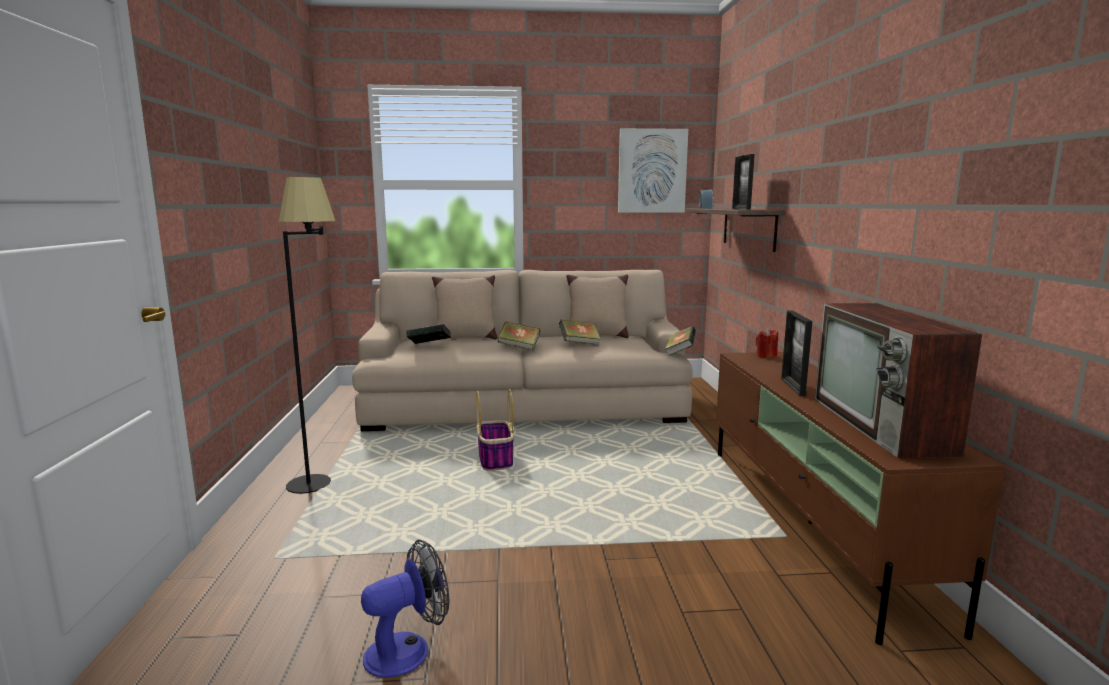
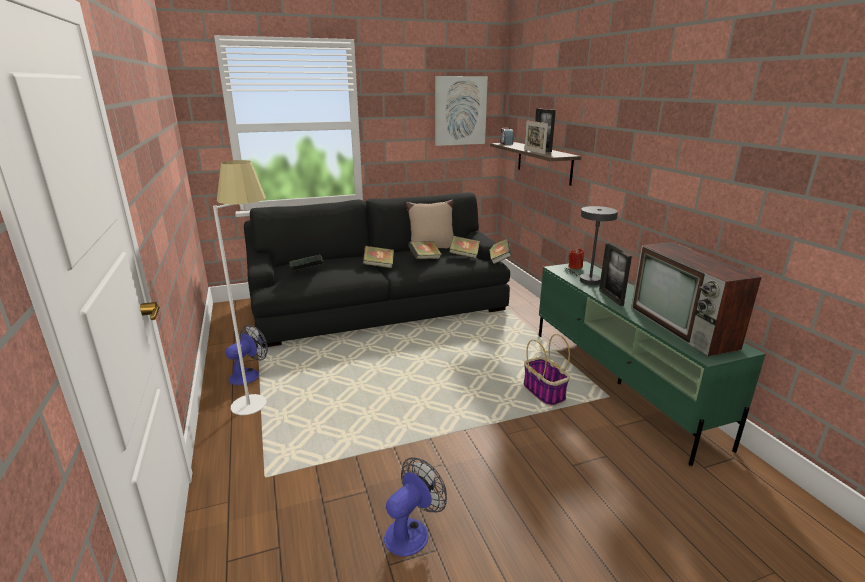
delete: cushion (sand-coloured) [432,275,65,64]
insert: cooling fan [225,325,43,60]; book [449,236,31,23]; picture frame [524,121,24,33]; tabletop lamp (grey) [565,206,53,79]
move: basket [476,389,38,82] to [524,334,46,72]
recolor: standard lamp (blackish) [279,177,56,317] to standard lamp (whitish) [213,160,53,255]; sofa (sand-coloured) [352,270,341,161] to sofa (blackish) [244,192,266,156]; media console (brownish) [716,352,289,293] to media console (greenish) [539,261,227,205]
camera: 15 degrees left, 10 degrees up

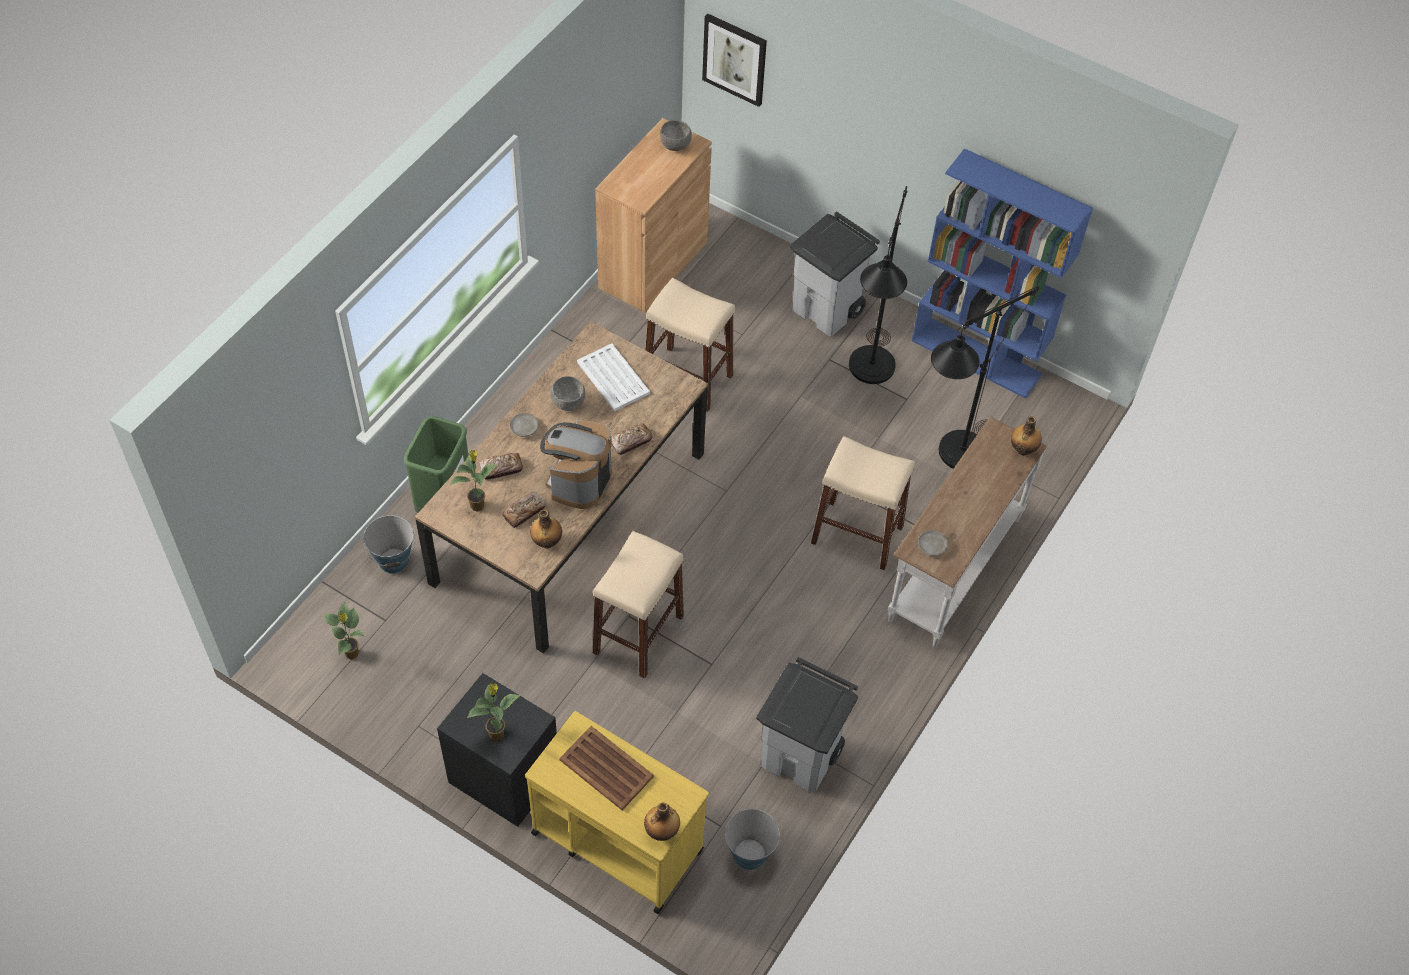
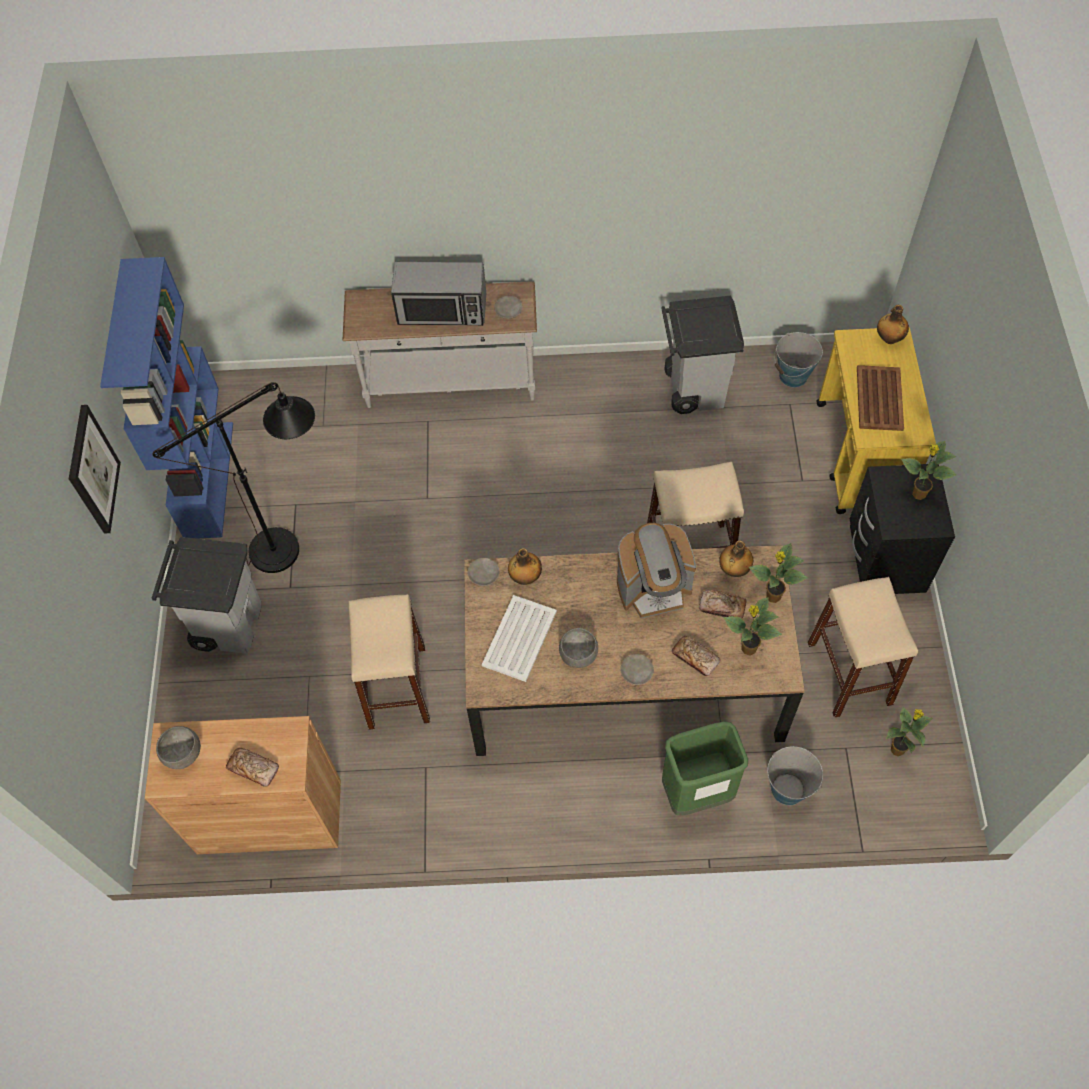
delete: standard lamp (blackish) [931,286,108,183]
insert: microwave oven [391,262,95,64]; dinner plate (sand-coloured) [467,558,32,28]; potted plant [749,543,59,60]
move: bread [611,424,42,31] to [226,748,53,39]; wall art [702,13,65,94] to [69,405,52,128]; stool seat (sand-coloured) [811,436,104,134] to [808,577,110,141]; drink bottle [1011,416,31,39] to [508,548,34,37]
camera: 120 degrees left, 5 degrees up

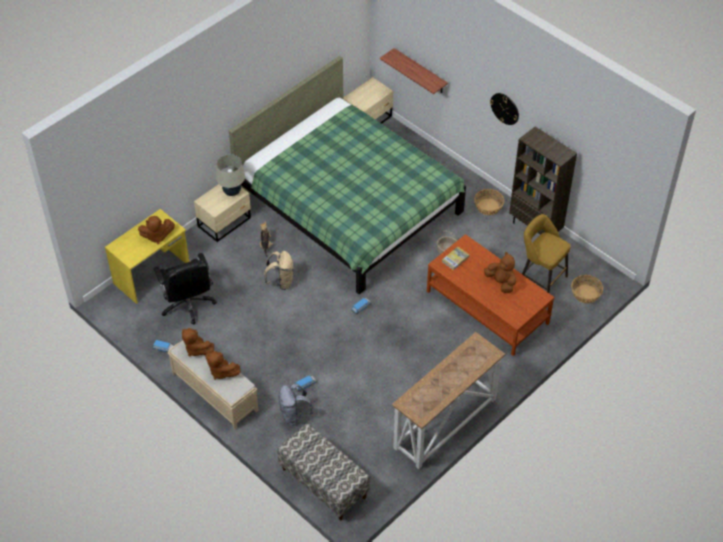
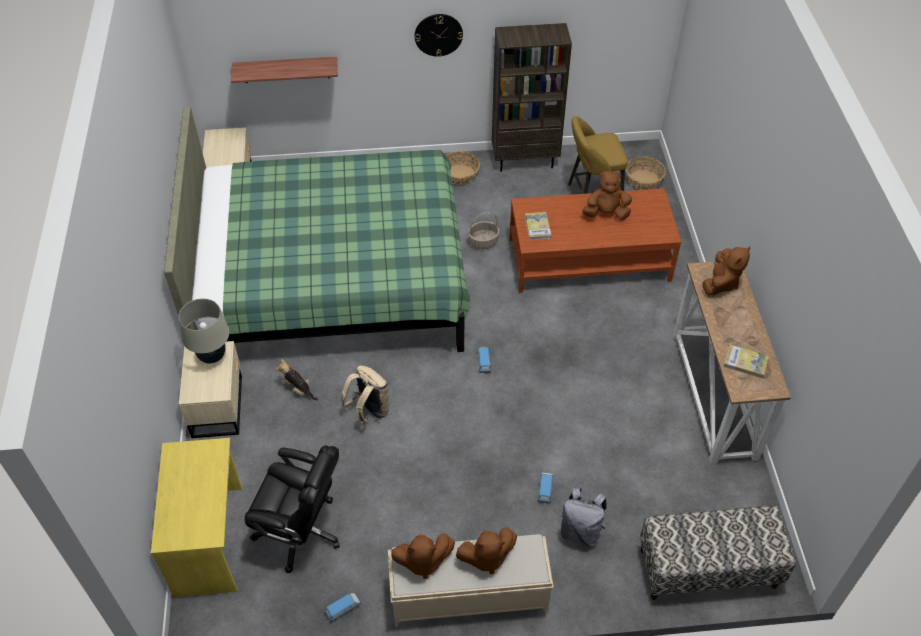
insert: book [724,345,45,33]
move: plush toy (brownish) [138,216,37,28] to [703,246,47,49]
camera: 50 degrees left, 0 degrees up

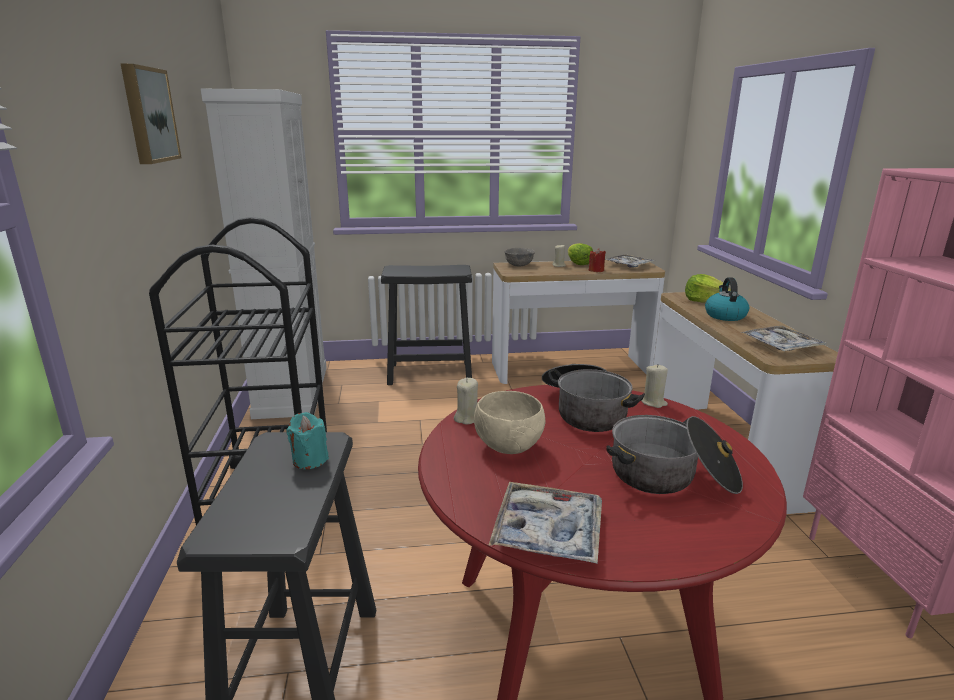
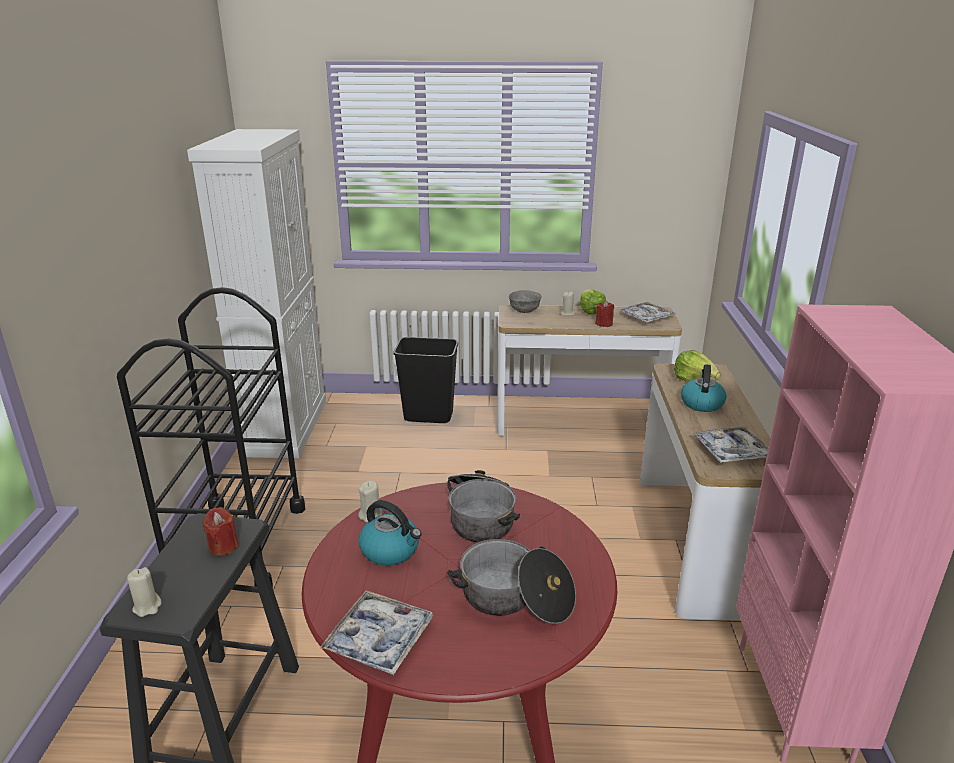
delete: wall art [121,64,60,100]
move: wax candle (sand-coloured) [641,364,27,44] to [127,567,35,50]
replace: stool seat (blackish) [381,265,91,120] to trash can (blackish) [394,337,64,86]; serving bowl (sand-coloured) [474,391,71,63] to kettle [359,500,63,66]
recolor: wax candle (turquoise-coloured) [286,412,43,57] to wax candle (red-coloured) [202,507,37,49]
camera: 10 degrees right, 5 degrees up

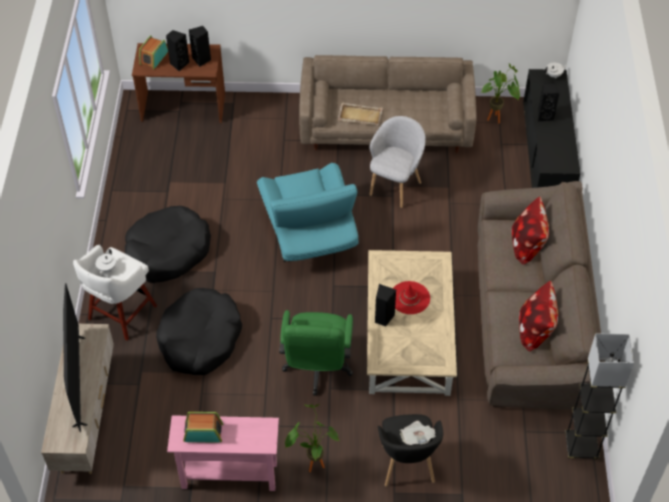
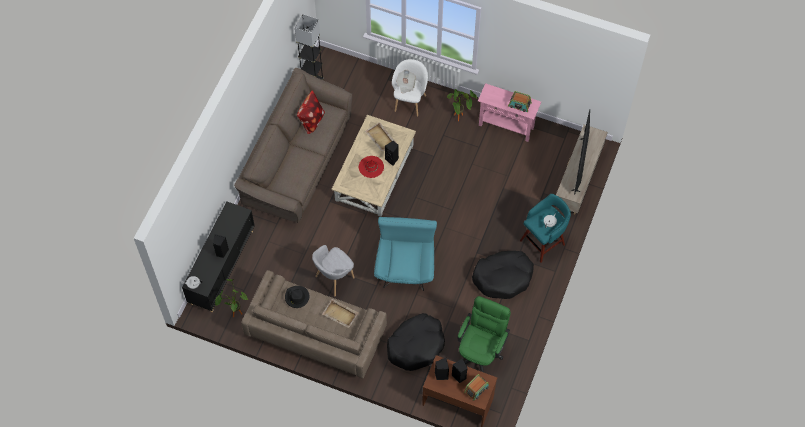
delete: cushion [512,196,37,69]
insert: clothing hat (blackish) [285,286,24,22]; serving tray (sand-coloured) [365,122,31,29]
move: dog cushion (blackish) [156,288,86,87] to [387,313,58,58]; computer chair (greenish) [279,310,74,86] to [457,296,54,76]
recolor: stool seat (whitish) [73,245,84,95] to stool seat (turquoise-coloured) [520,194,51,69]; armchair (blackish) [378,414,65,73] to armchair (whitish) [392,59,36,58]
camera: 160 degrees left, 10 degrees up

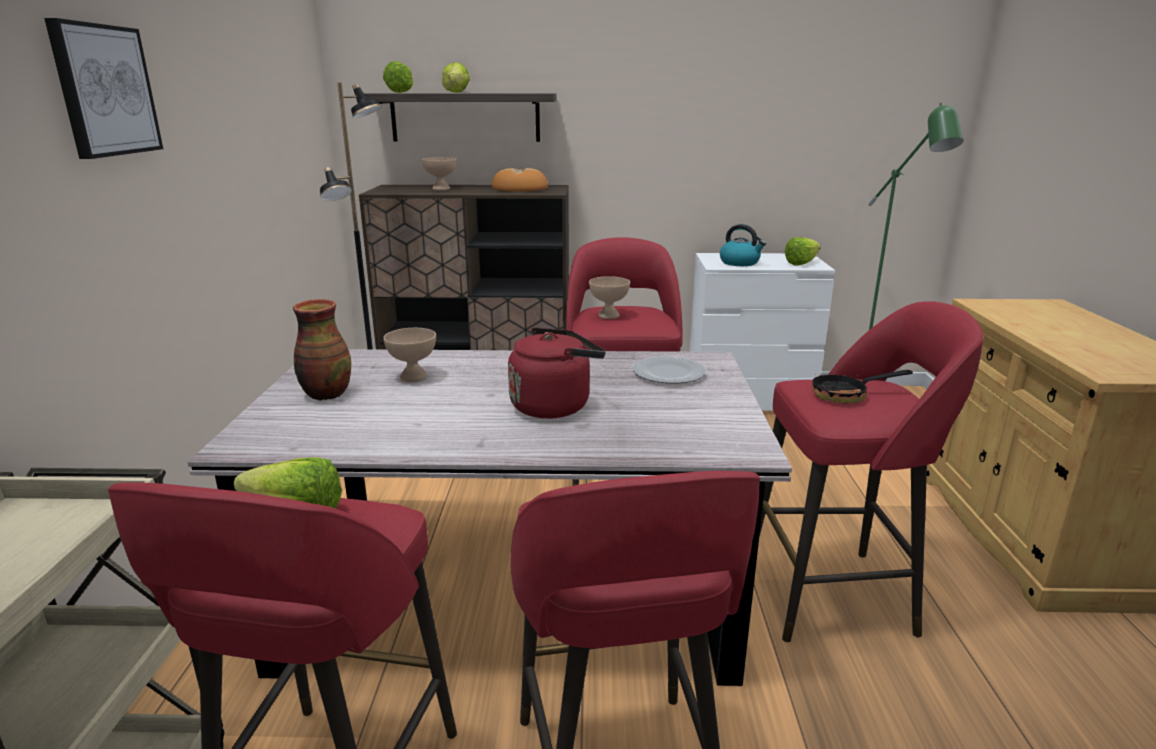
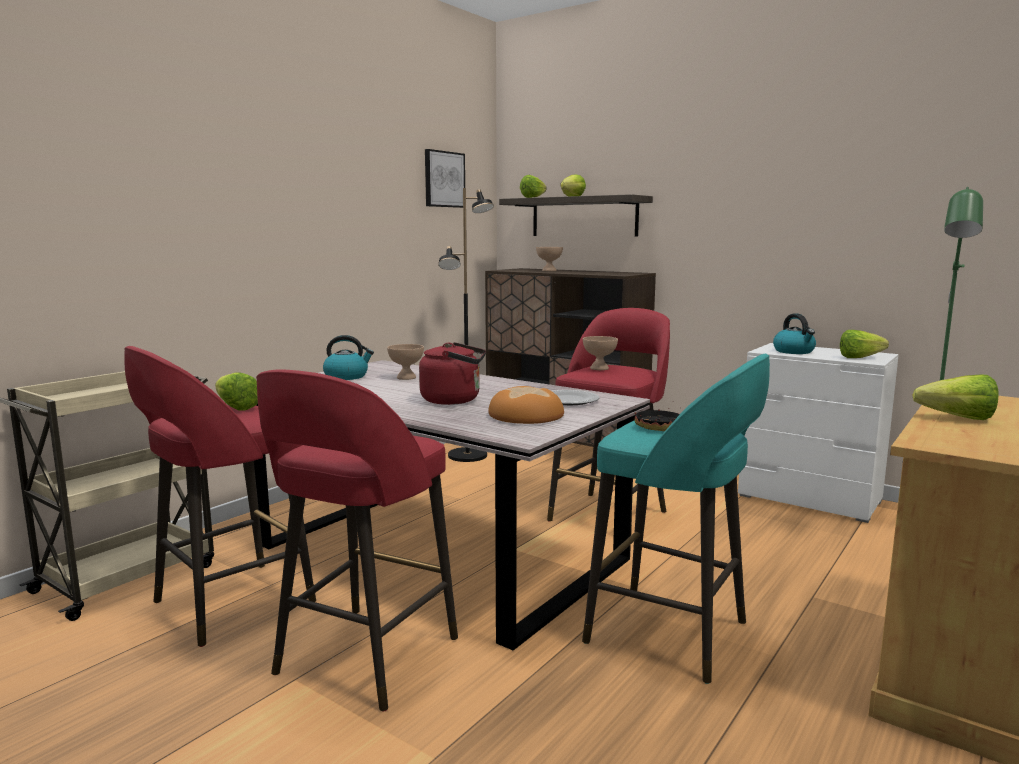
insert: lettuce [913,374,85,46]
move: wall art [44,18,119,141] to [425,149,40,59]; bread [492,168,56,24] to [488,386,76,38]
replace: vase [293,299,58,101] to kettle [323,335,51,45]
recolor: stool seat (red-coloured) [759,301,224,341] to stool seat (turquoise-coloured) [582,354,188,330]
camera: 35 degrees right, 10 degrees down

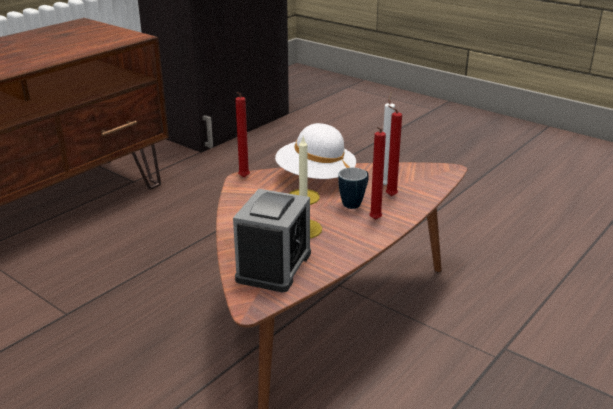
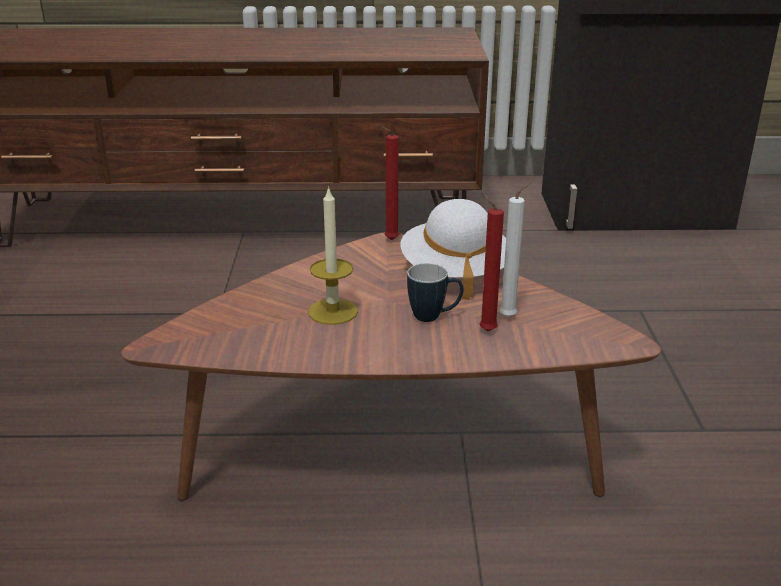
delete: alarm clock [233,189,78,103]; wax candle (red-coloured) [369,127,17,93]
camera: 50 degrees right, 0 degrees up

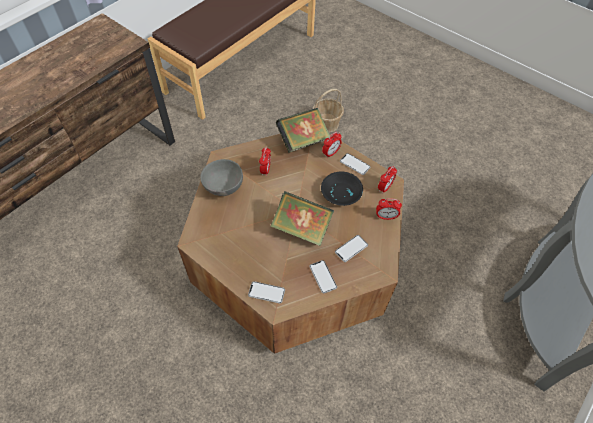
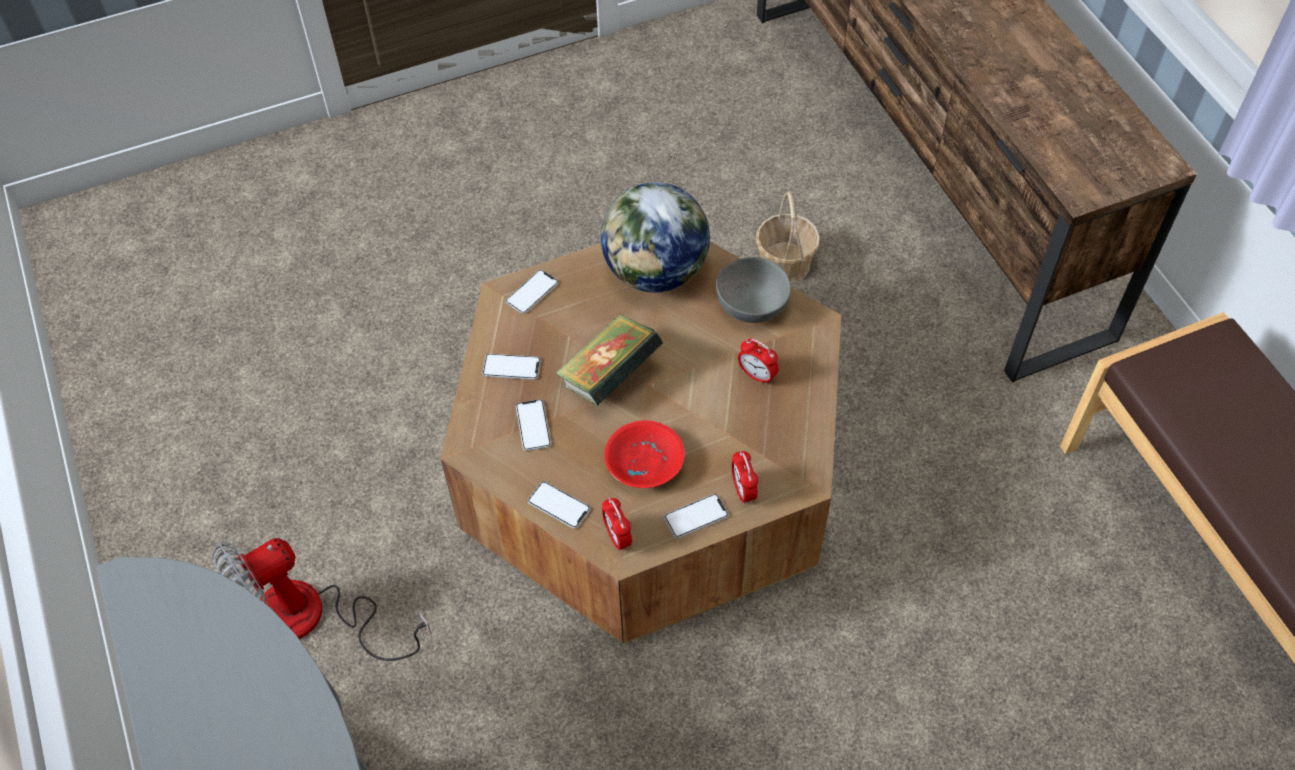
delete: book [276,108,54,45]
insert: cooling fan [211,538,220,123]; globe [601,182,109,111]
move: basket [313,89,31,44] to [756,191,64,93]
replace: alarm clock [376,198,26,22] to handset [528,481,62,48]
recolor: serving bowl (blackish) [321,171,42,35] to serving bowl (red-coloured) [604,420,81,68]
camera: 120 degrees right, 0 degrees up

